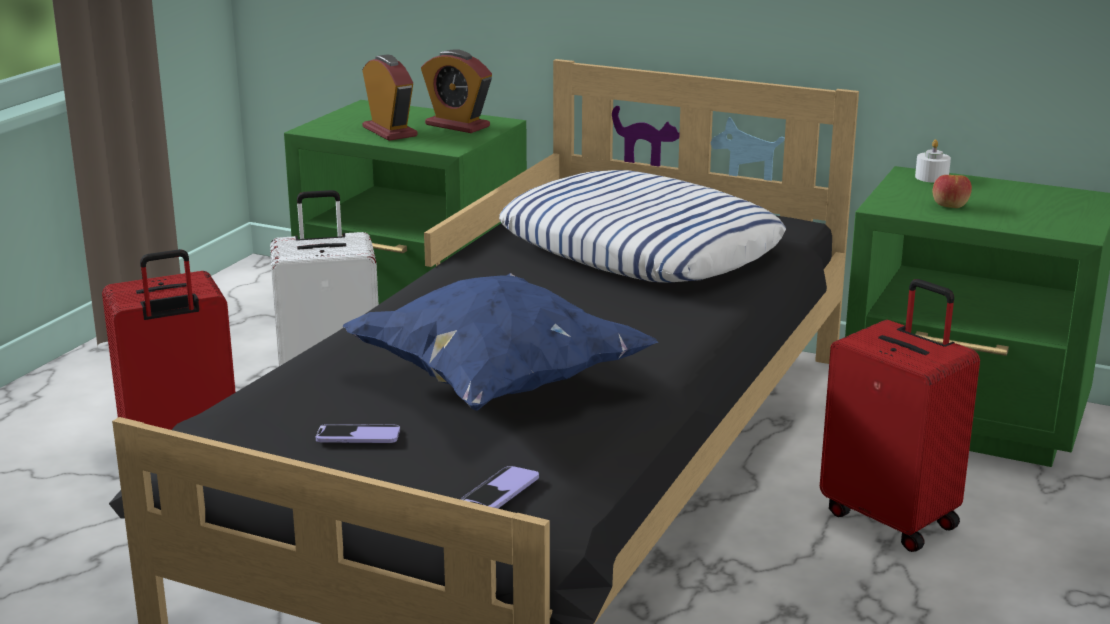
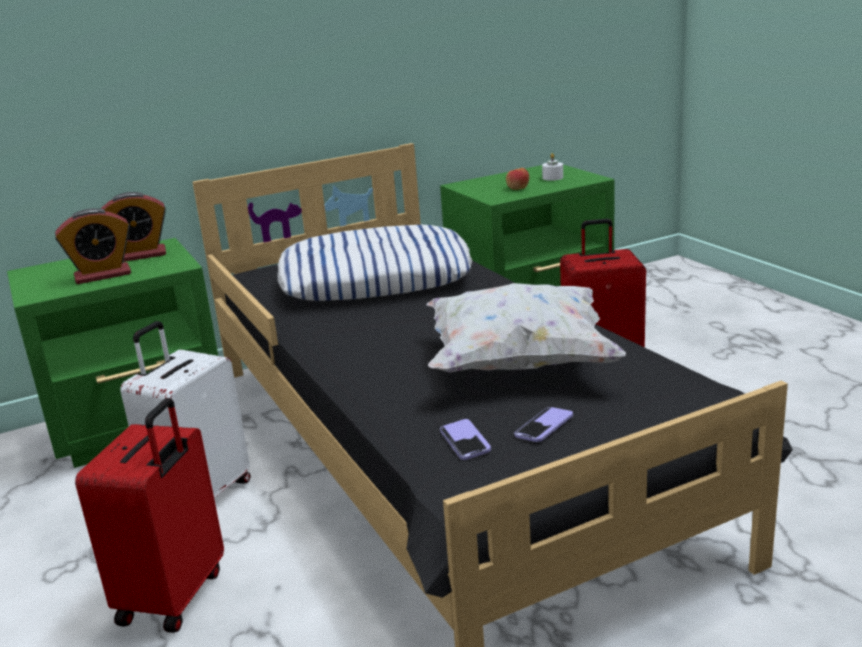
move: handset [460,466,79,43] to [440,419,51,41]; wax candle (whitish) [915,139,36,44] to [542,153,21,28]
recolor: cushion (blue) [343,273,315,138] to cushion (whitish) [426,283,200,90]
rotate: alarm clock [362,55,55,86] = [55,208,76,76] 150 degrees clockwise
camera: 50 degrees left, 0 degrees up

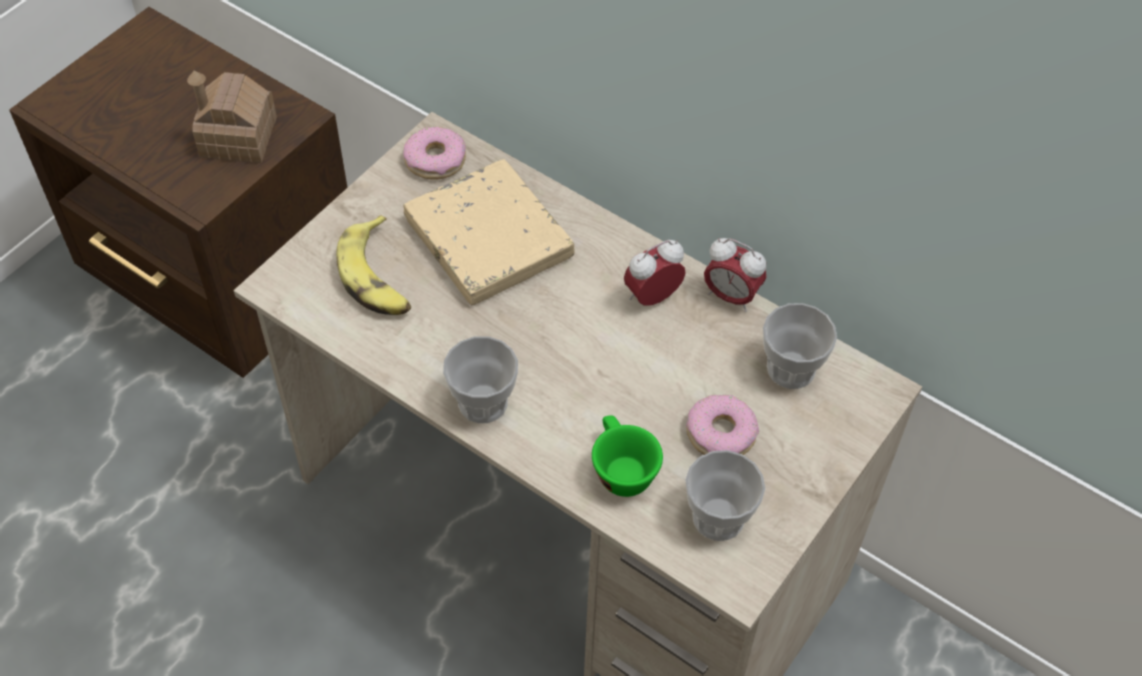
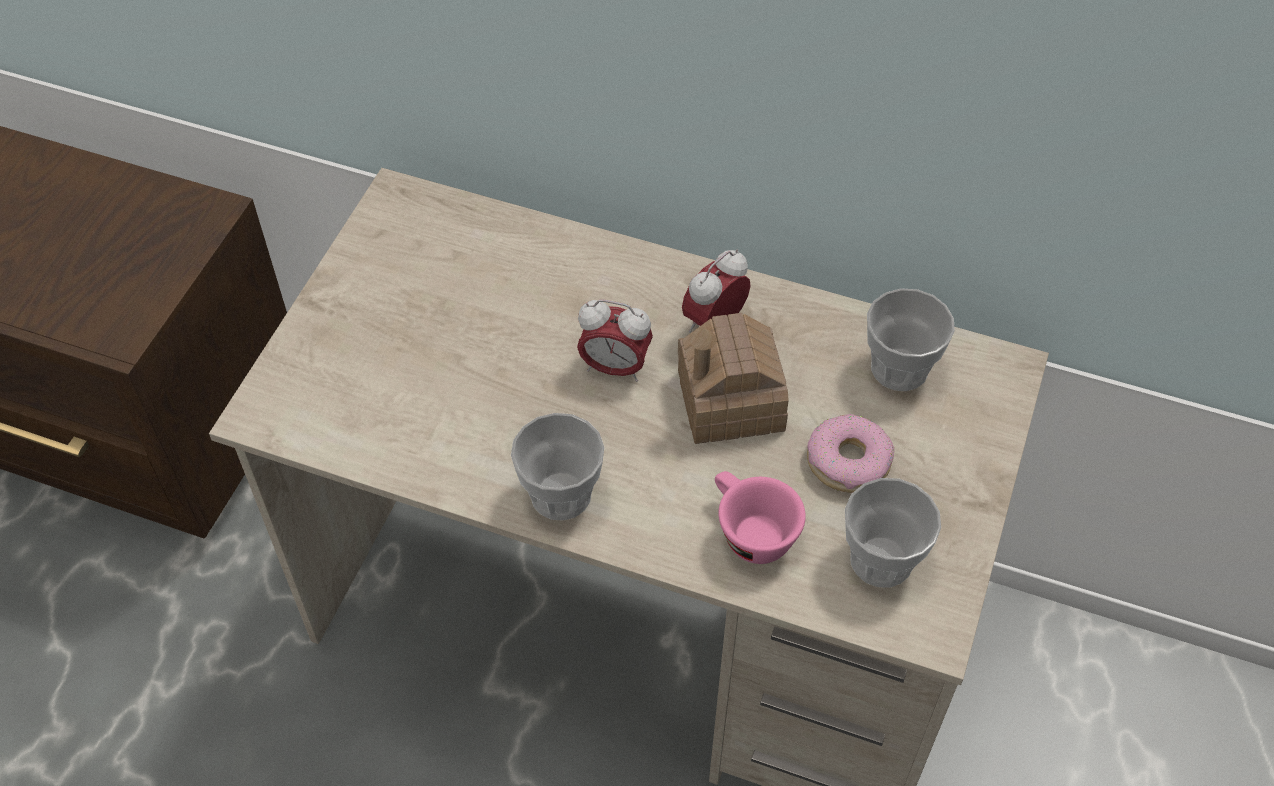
delete: whole banana [336,216,75,99]; donut [403,127,63,53]; book (sand-coloured) [403,159,171,147]
move: model house [187,71,90,92] to [678,313,111,131]; alarm clock [704,238,62,74] to [577,300,76,82]
recolor: small cup (greenish) [592,415,71,82] to small cup (pink) [715,471,91,93]
camera: 15 degrees left, 0 degrees up

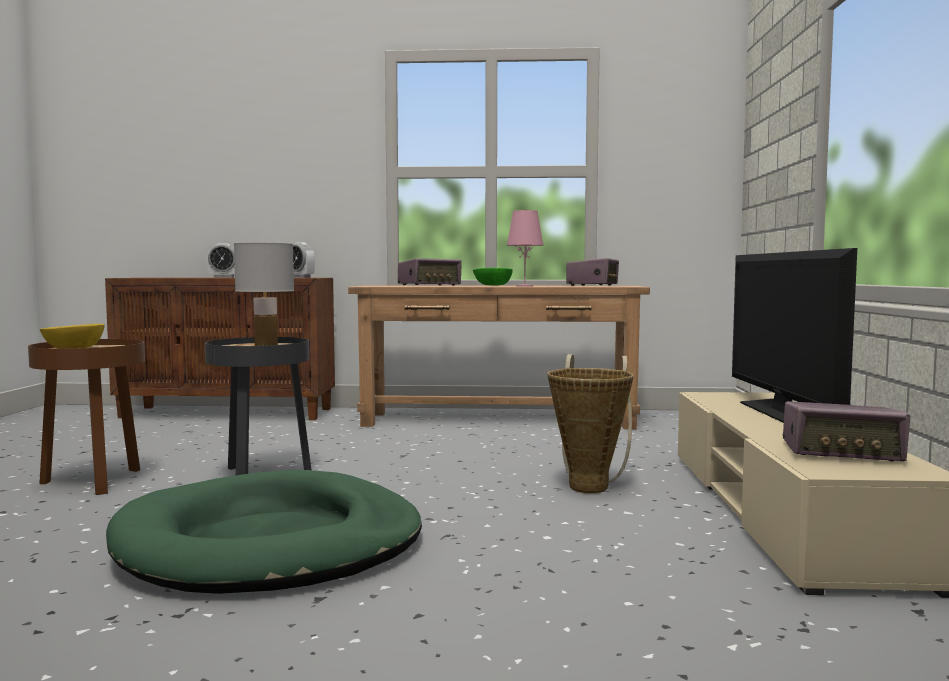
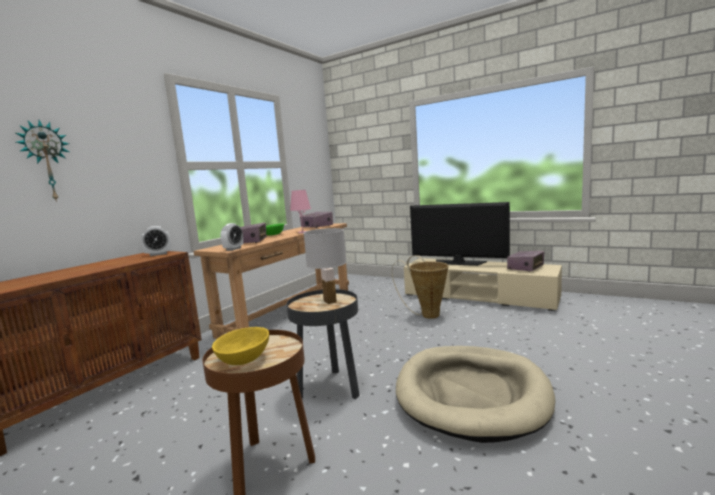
insert: wall clock [16,120,53,82]
move: alarm clock [207,243,28,35] to [220,223,23,28]
recolor: dog cushion (greenish) [106,470,316,124] to dog cushion (sand-coloured) [396,346,159,97]
camera: 60 degrees left, 5 degrees up

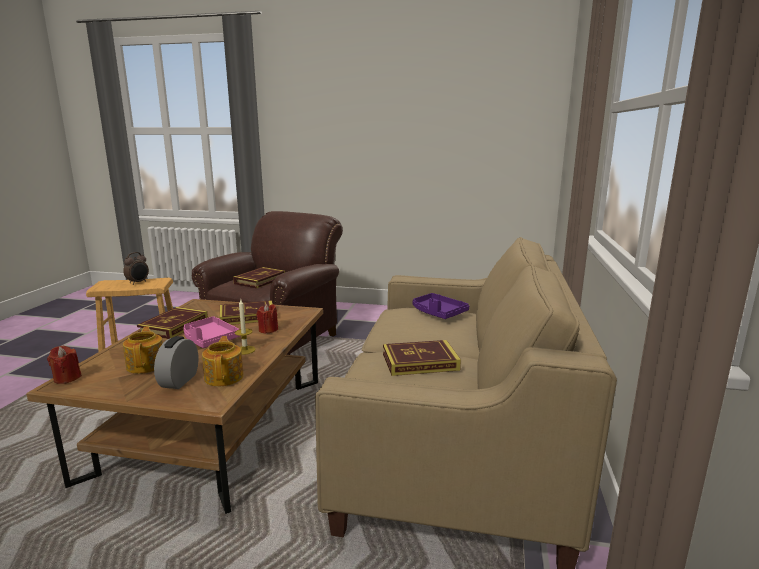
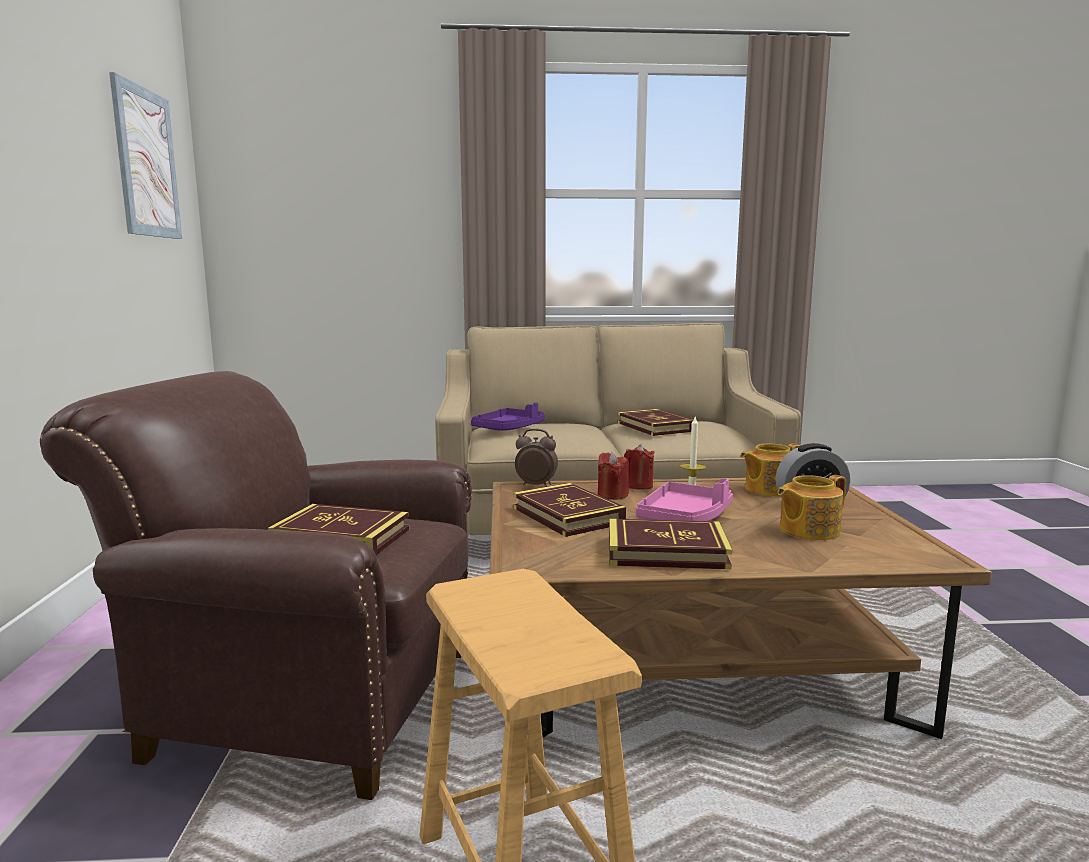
insert: wall art [109,72,73,167]
move: wax candle (red-coloured) [47,346,35,38] to [624,444,31,46]; alarm clock [123,252,26,33] to [515,429,43,58]
camera: 105 degrees left, 5 degrees down

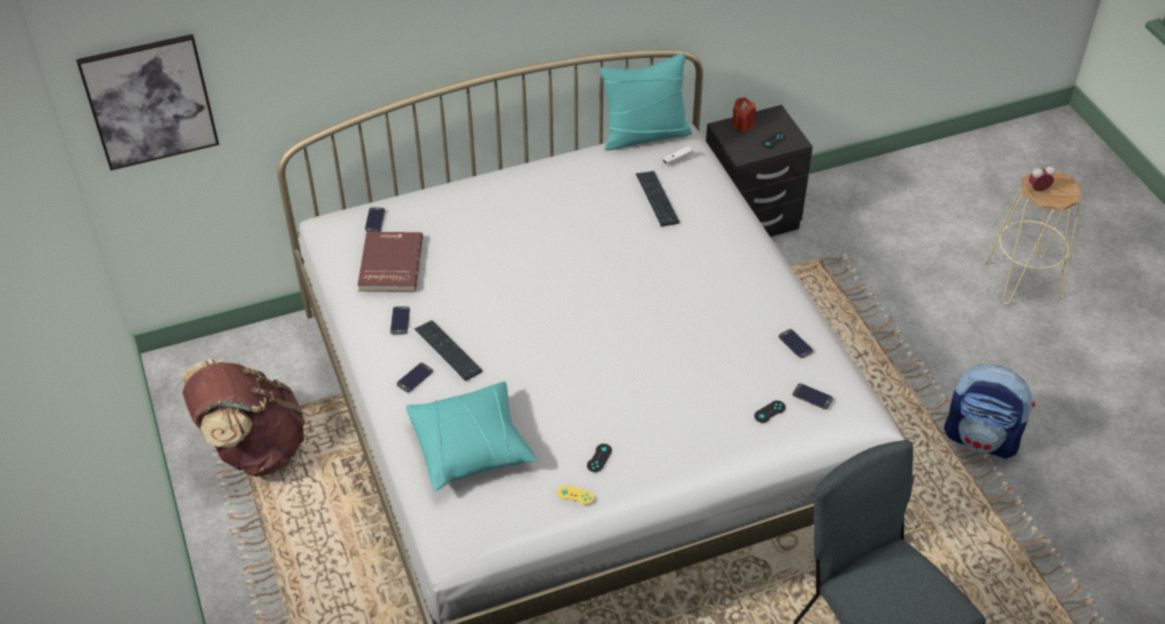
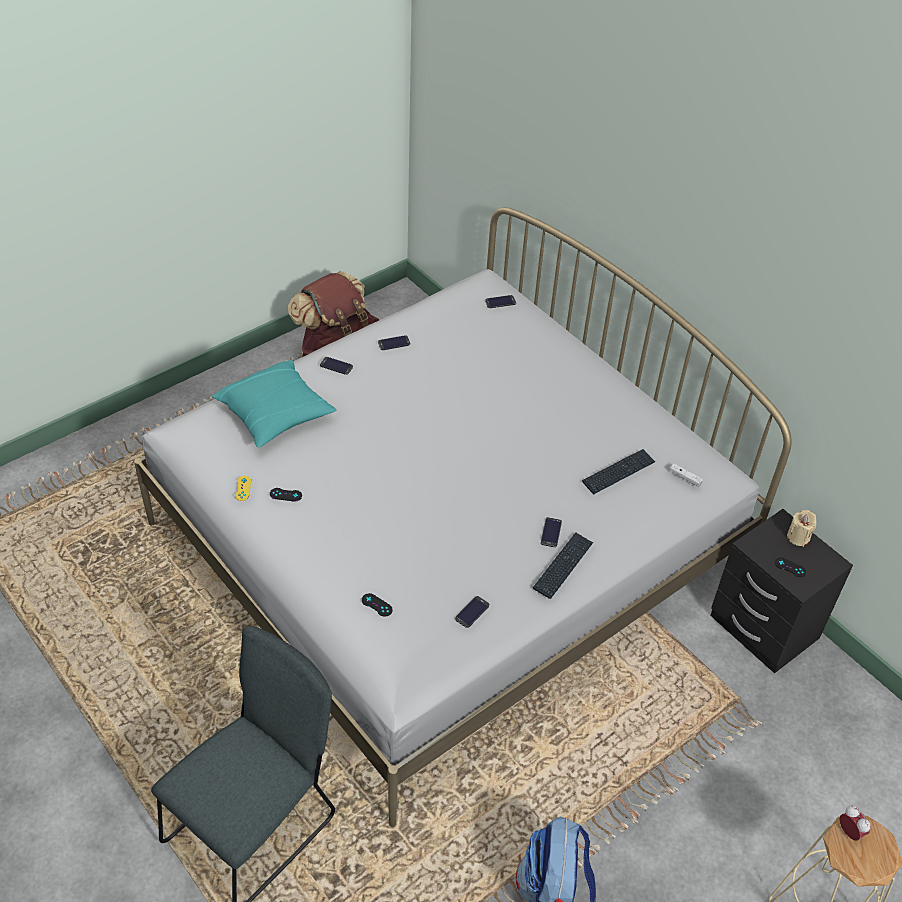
delete: wall art [76,34,143,136]; book (red-coloured) [358,232,65,60]; cushion (turquoise-coloured) [599,53,93,98]
move: PC keyboard [414,320,69,61] to [533,532,60,67]; handset [793,383,40,26] to [541,517,21,30]
recolor: wax candle (red-coloured) [733,97,23,35] to wax candle (sand-coloured) [787,510,29,37]
camera: 70 degrees right, 0 degrees up

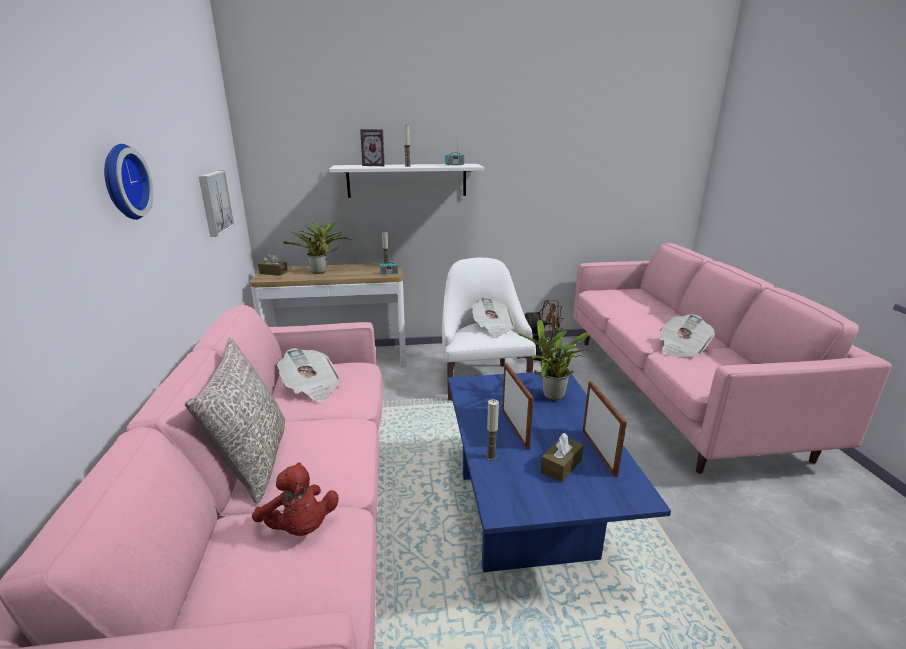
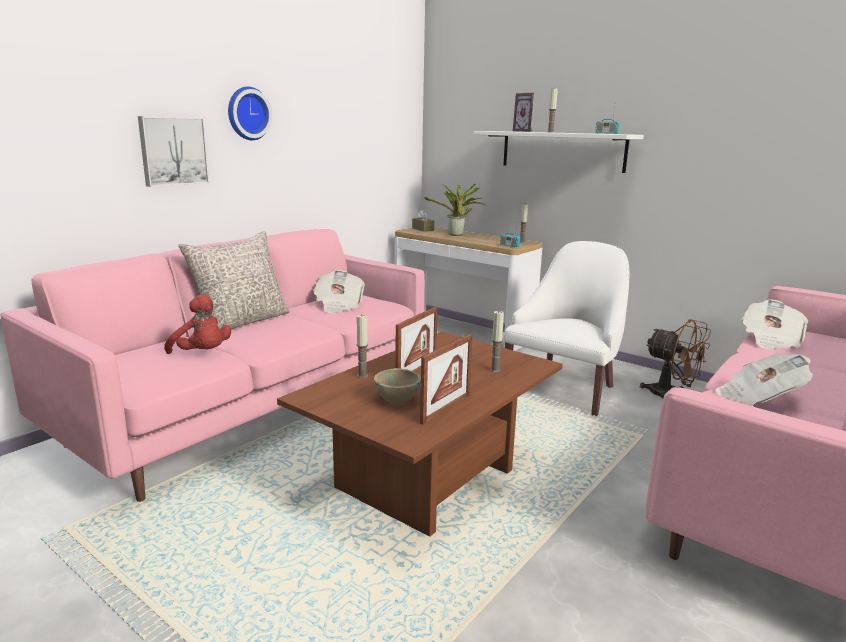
move: wall art [199,171,35,66] to [138,116,71,71]; newspaper [472,297,42,40] to [742,299,66,50]
replace: potted plant [518,320,71,80] to wax candle [490,311,14,61]; tissue box (brownish) [540,433,44,50] to serving bowl (sand-coloured) [374,368,47,35]
recolor: coffee table (blue) [448,372,223,200] to coffee table (brownish) [277,332,286,205]
rotate: plush toy (red-coloured) [252,463,87,73] = [164,294,67,60] 60 degrees counterclockwise
camera: 45 degrees right, 5 degrees down

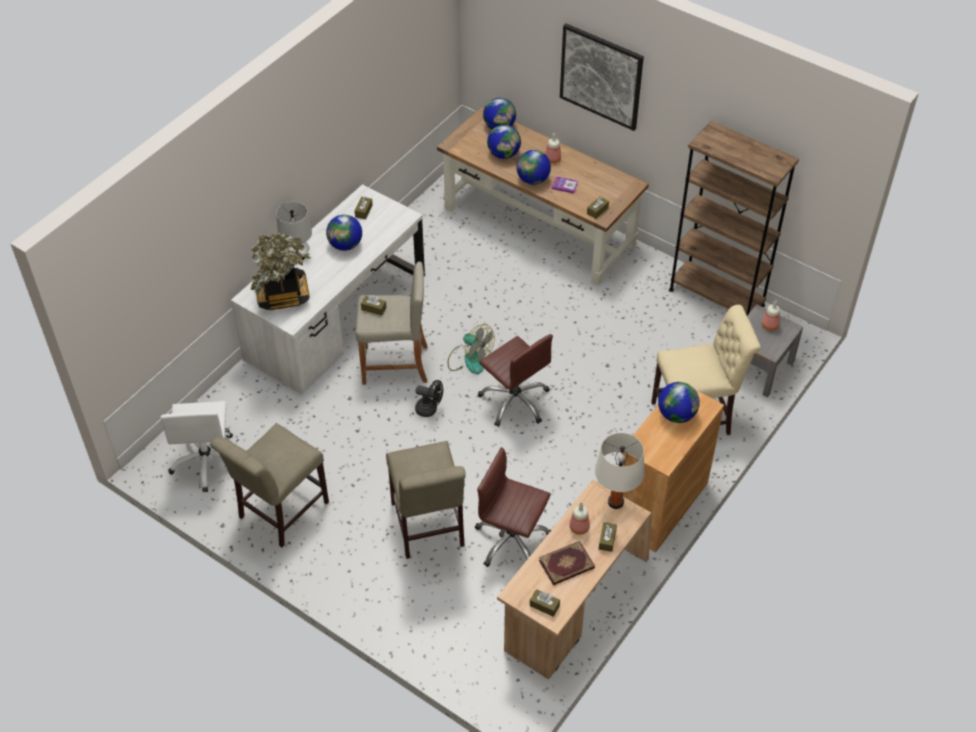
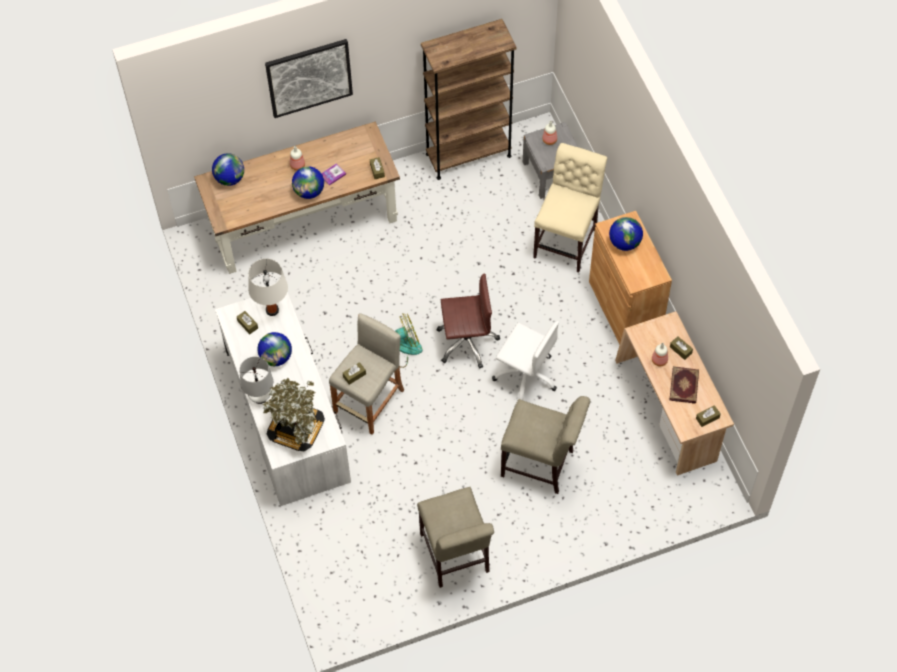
delete: cooling fan (blackish) [415,380,28,37]; computer chair (brownish) [475,447,76,120]; globe [487,125,34,34]
move: computer chair (whitish) [160,401,73,91] to [492,321,67,79]; tabletop lamp (whitish) [595,433,49,76] to [248,259,40,57]
camera: 55 degrees left, 10 degrees up

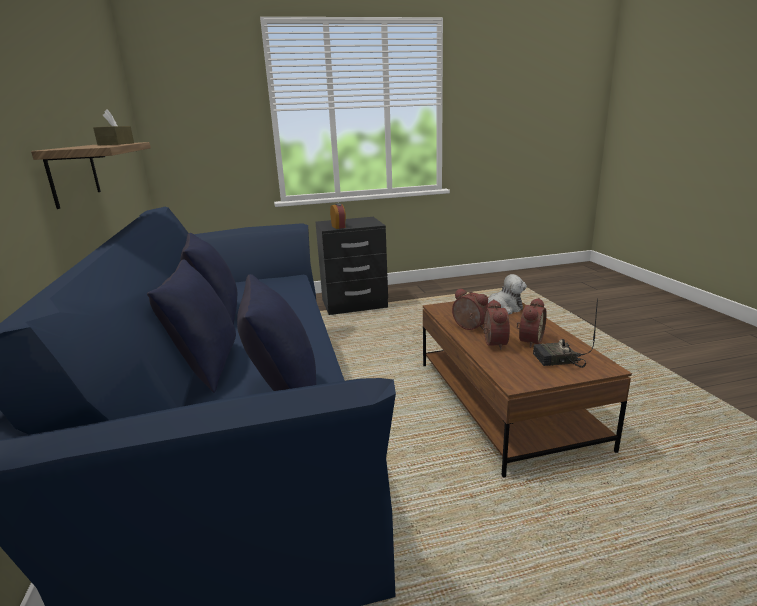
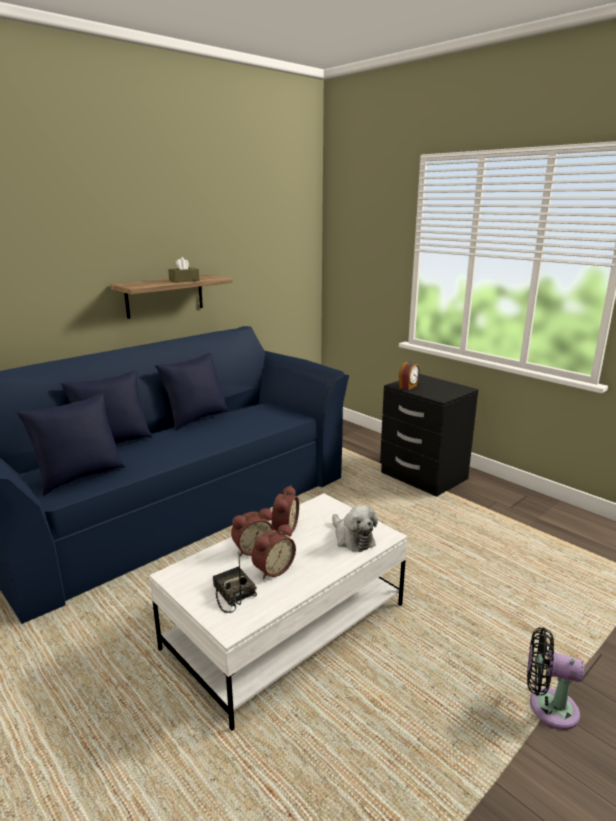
insert: cooling fan (blackish) [527,627,57,103]
recolor: coffee table (brownish) [423,301,209,176] to coffee table (whitish) [149,493,259,238]
rotate: alarm clock [516,298,31,50] = [251,524,45,55] 45 degrees counterclockwise
camera: 60 degrees right, 0 degrees up

